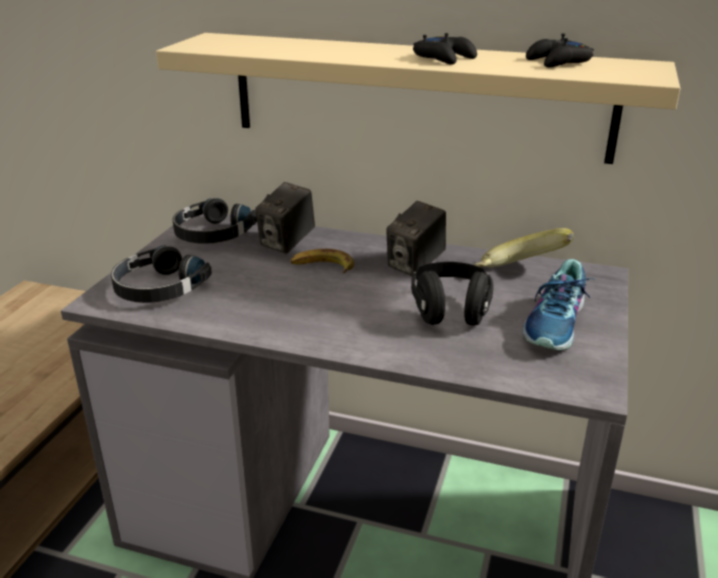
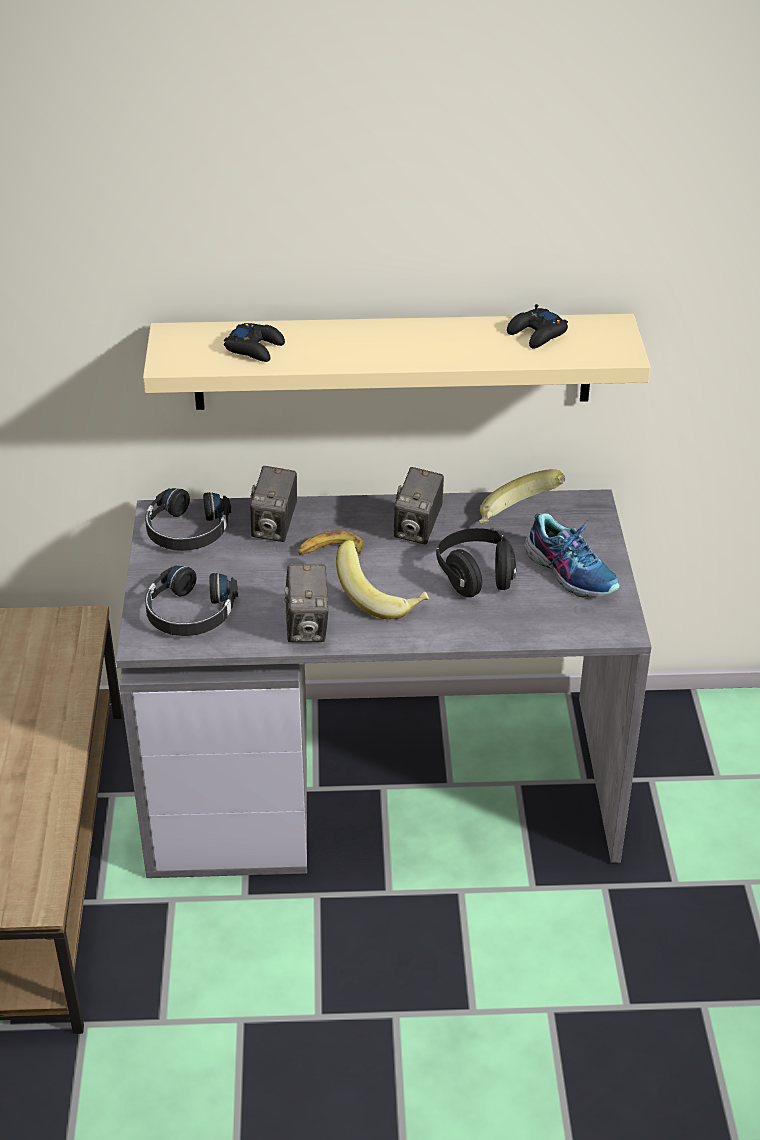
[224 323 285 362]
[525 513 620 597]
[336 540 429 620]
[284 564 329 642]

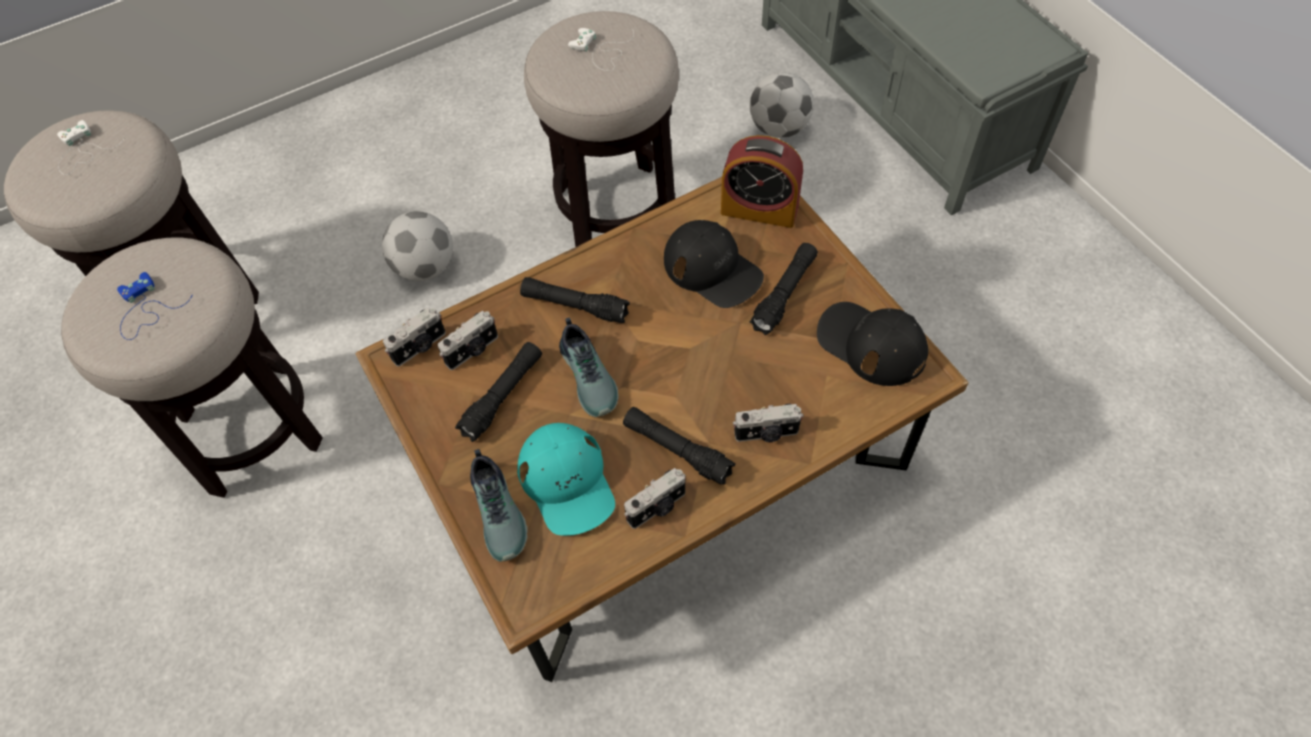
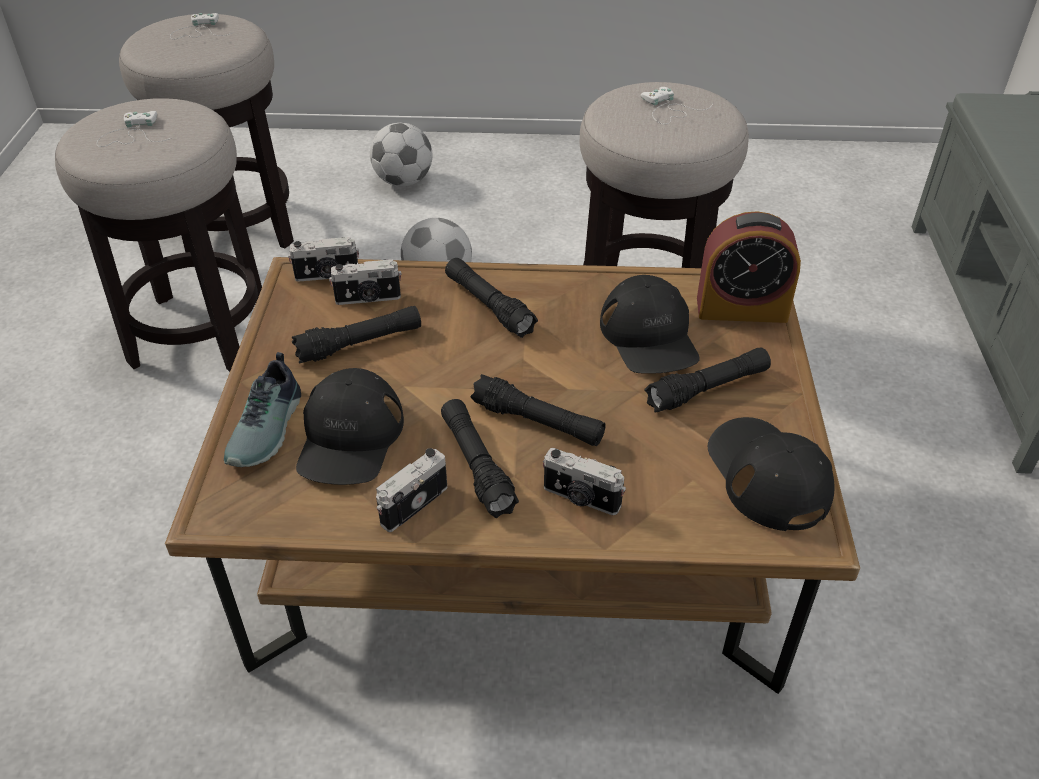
[370 122 432 187]
[697 212 801 323]
[97 111 171 147]
[559 318 619 417] (first image)
[296 368 404 485]
[376 448 447 532]
[470 374 606 446]

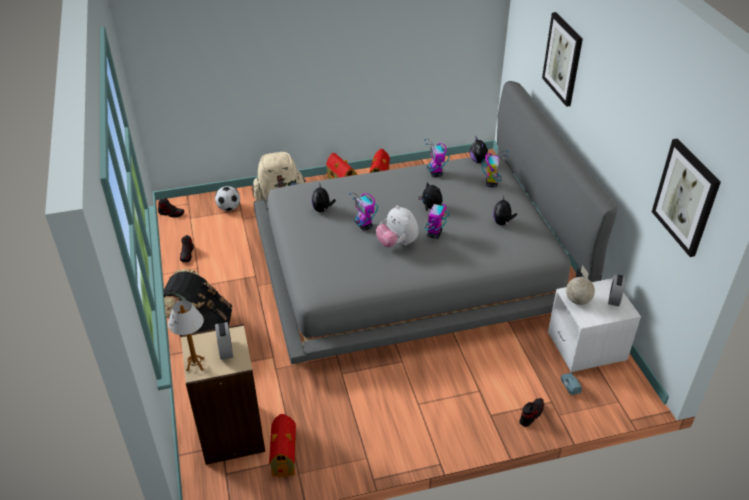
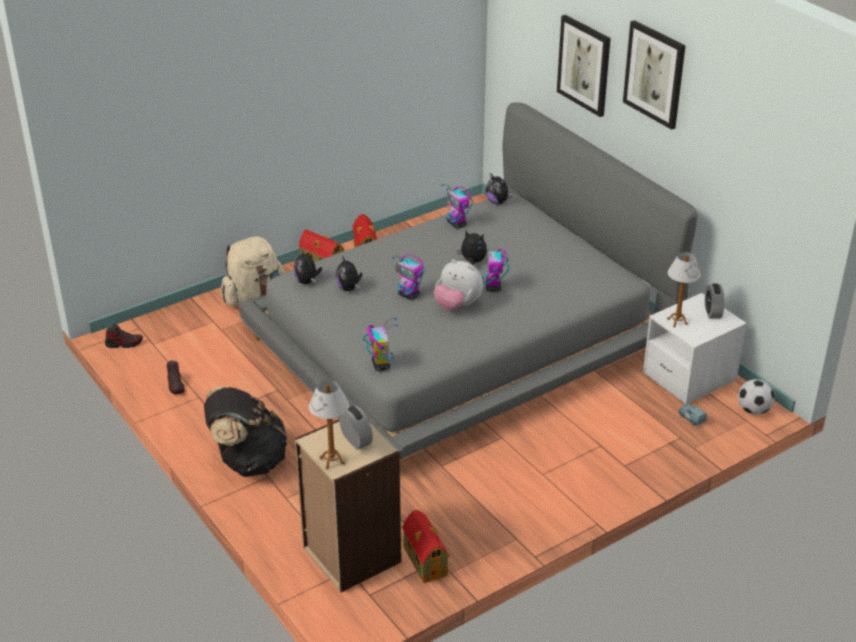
[623 20 685 130]
[363 317 398 371]
[738 379 774 415]
[294 248 322 284]
[667 252 701 327]
[519 398 544 427] (first image)

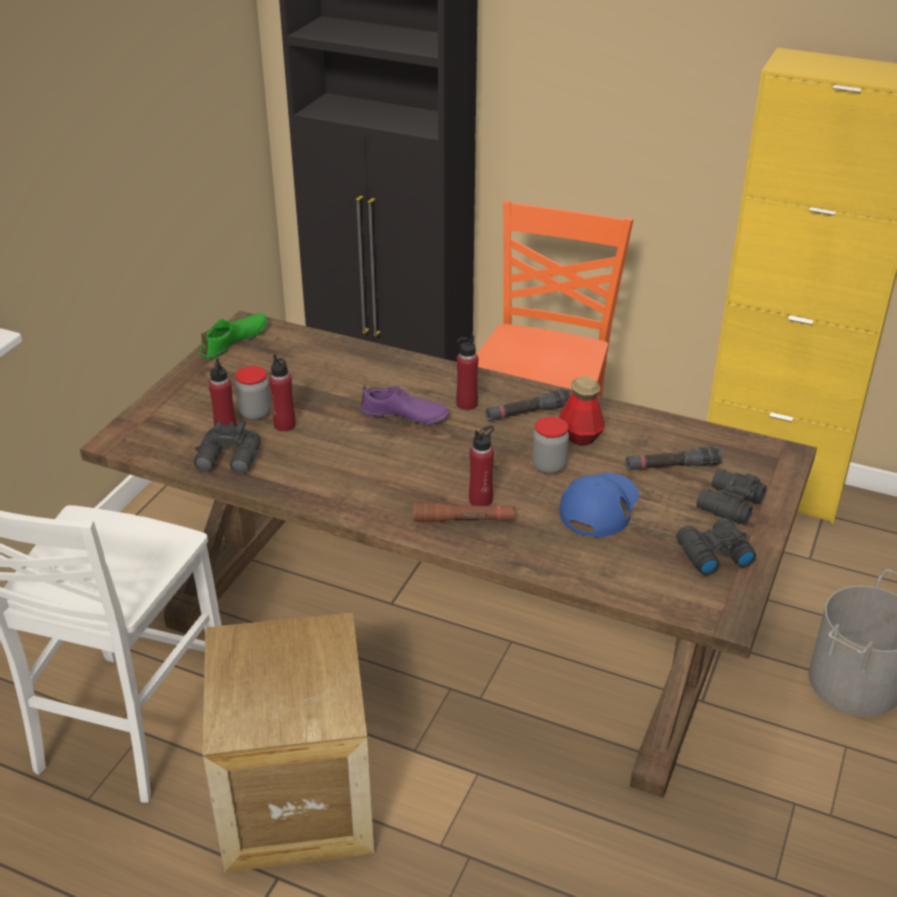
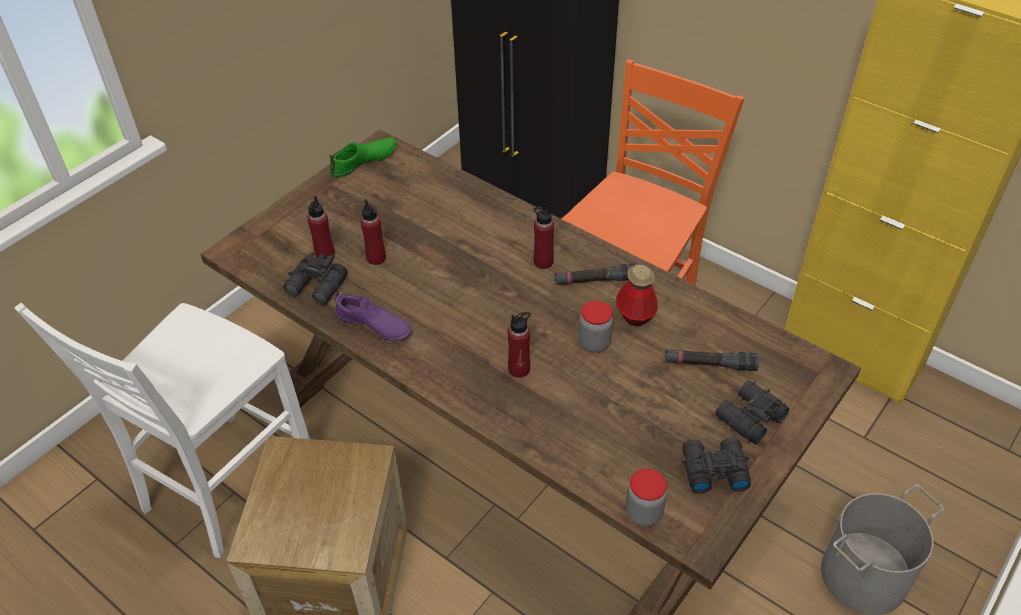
[626 469 667 527]
[335 291 412 341]
[559 473 639 537] (first image)
[414 502 515 522] (first image)

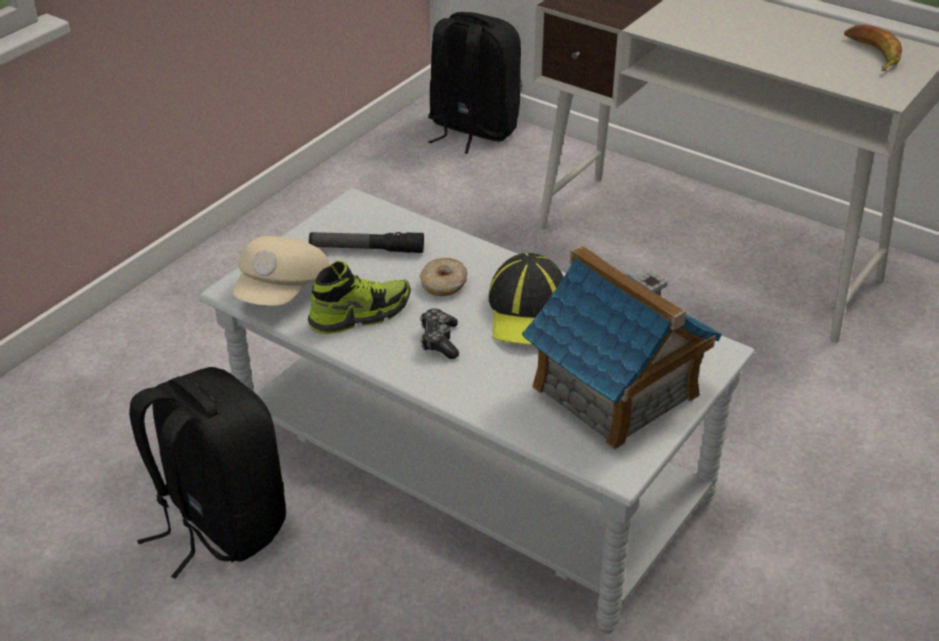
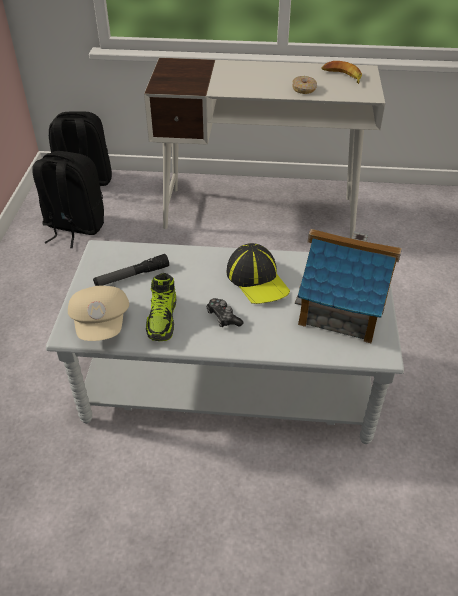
[292 76 317 94]
[146 273 176 341]
[32 151 104 248]

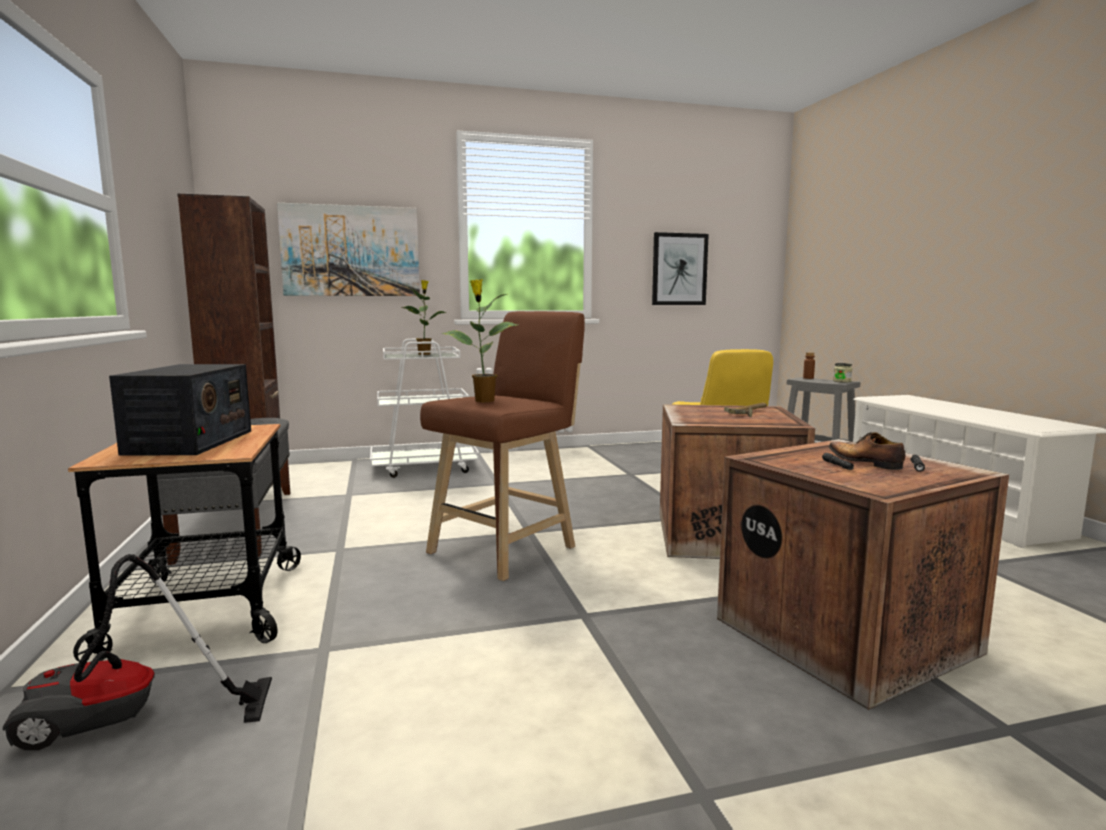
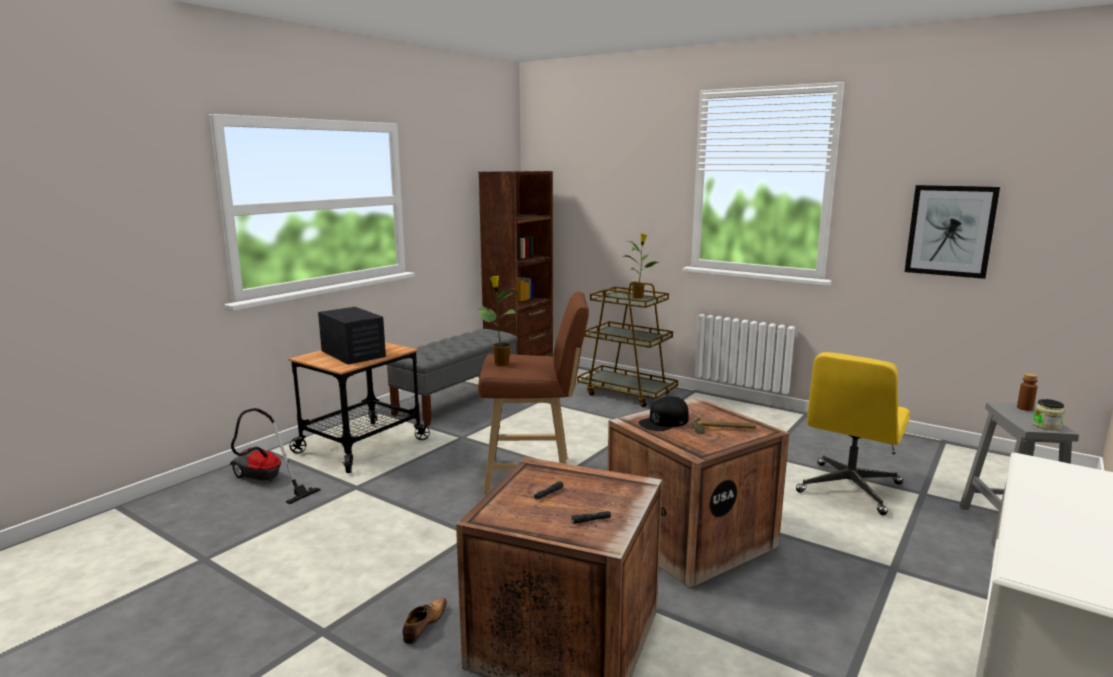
[277 203 420 296] (first image)
[577 281 678 407]
[318 307 386 365]
[402 597 447 644]
[638 397 689 431]

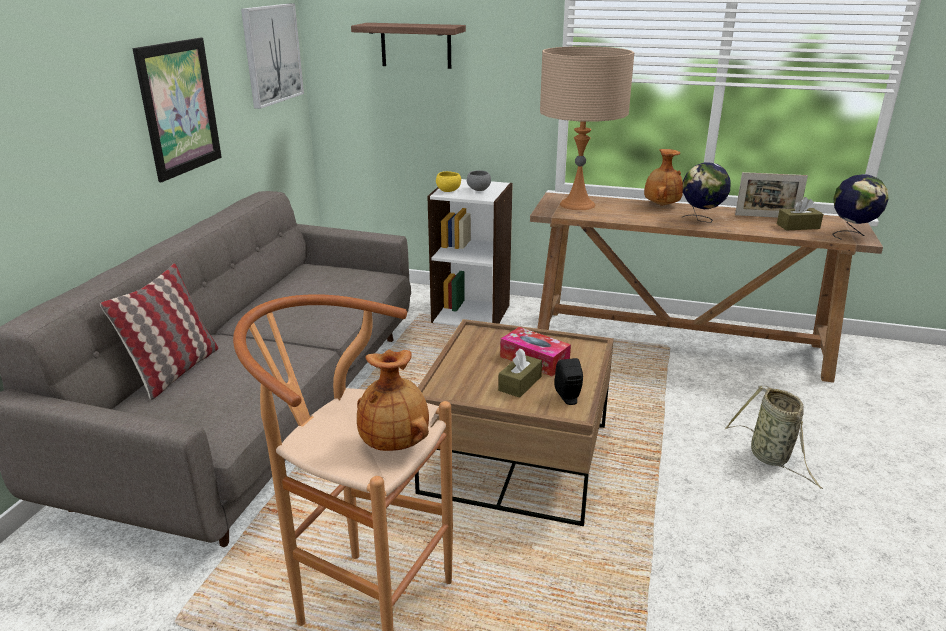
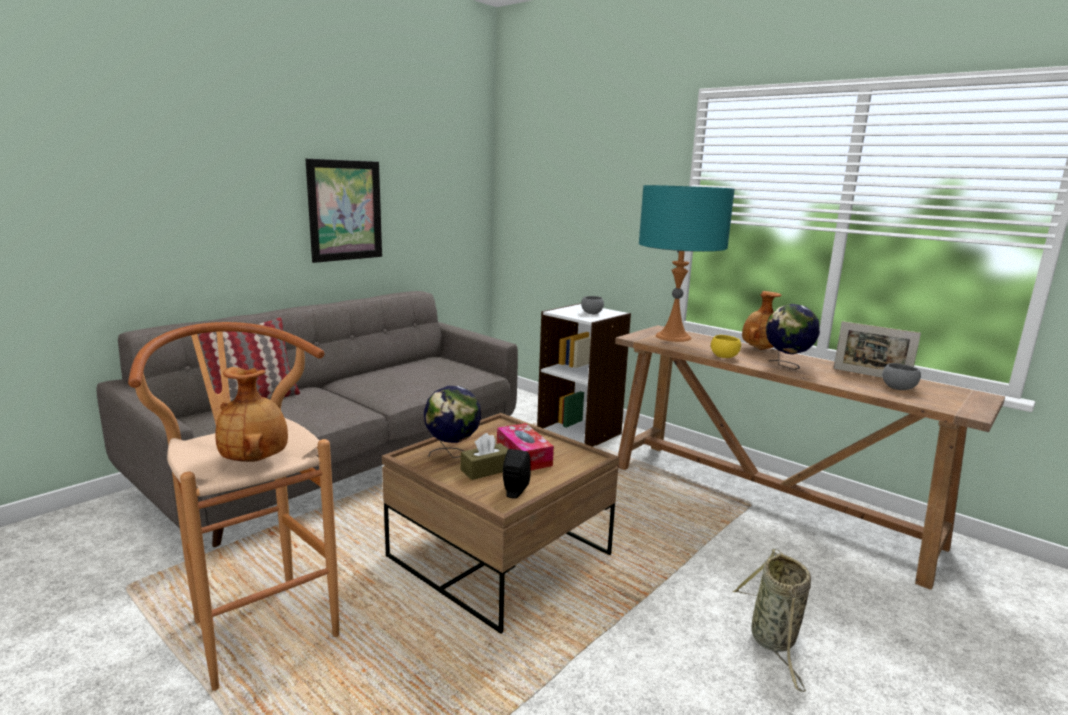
[241 3 304 109] (first image)
[351 23 466 69] (first image)
[639 185 735 342]
[711 335 741 358]
[424 386 481 458]
[882 363 921 390]

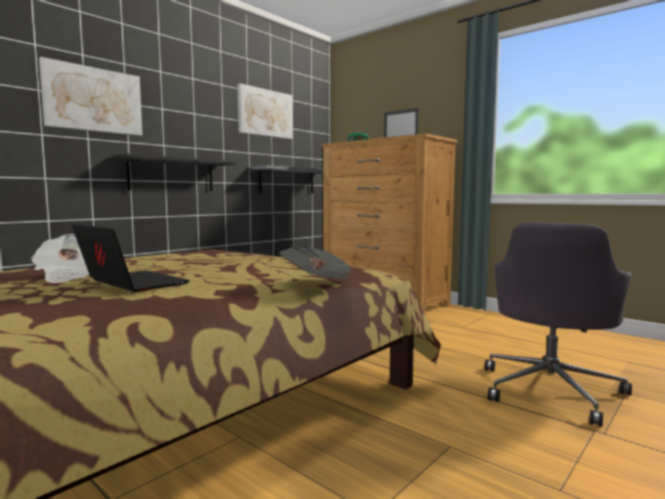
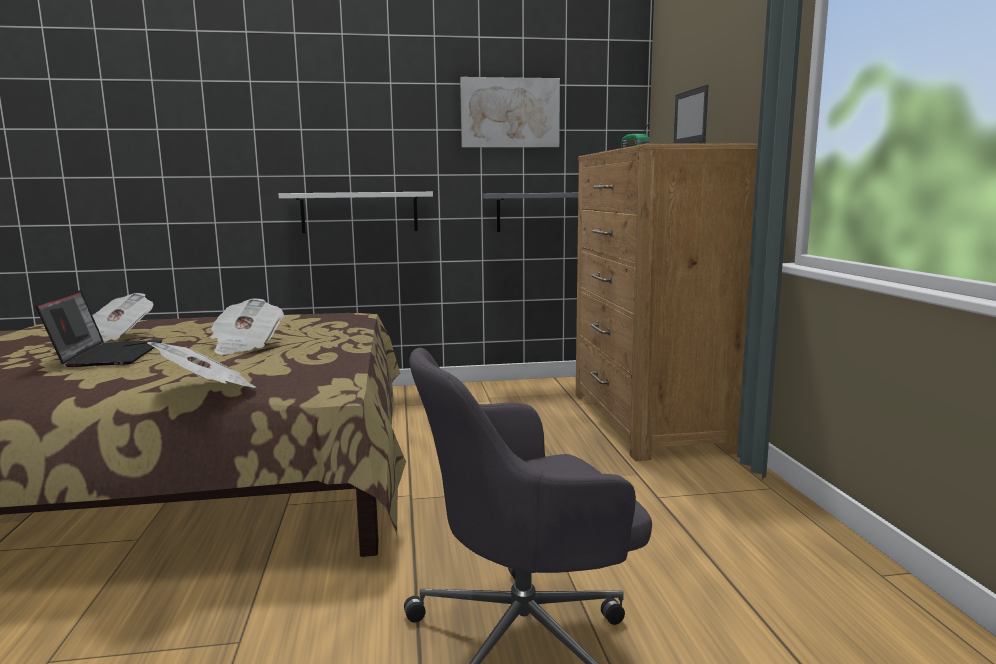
[39 57 143 136] (first image)
[278 192 433 233]
[210 298 284 355]

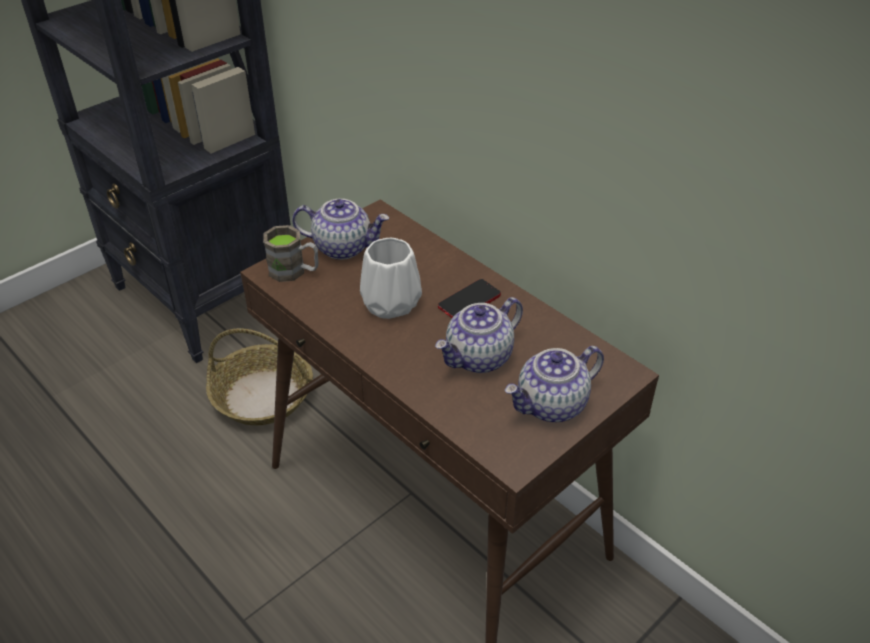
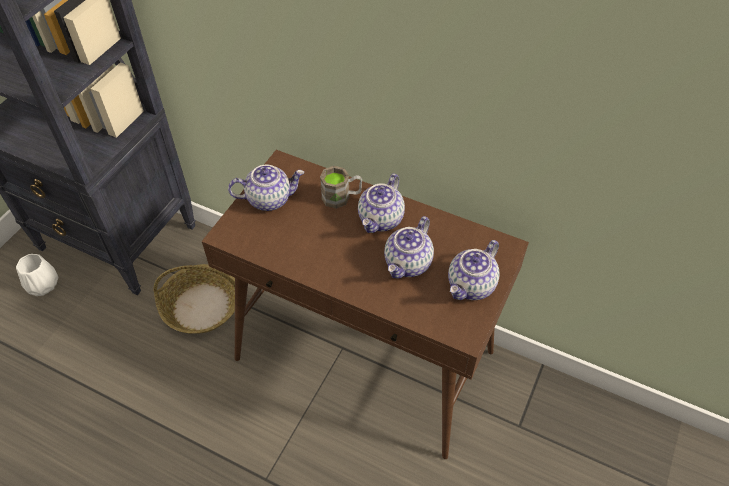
[320 166 362 209]
[16 254 58 296]
[358 173 405 233]

